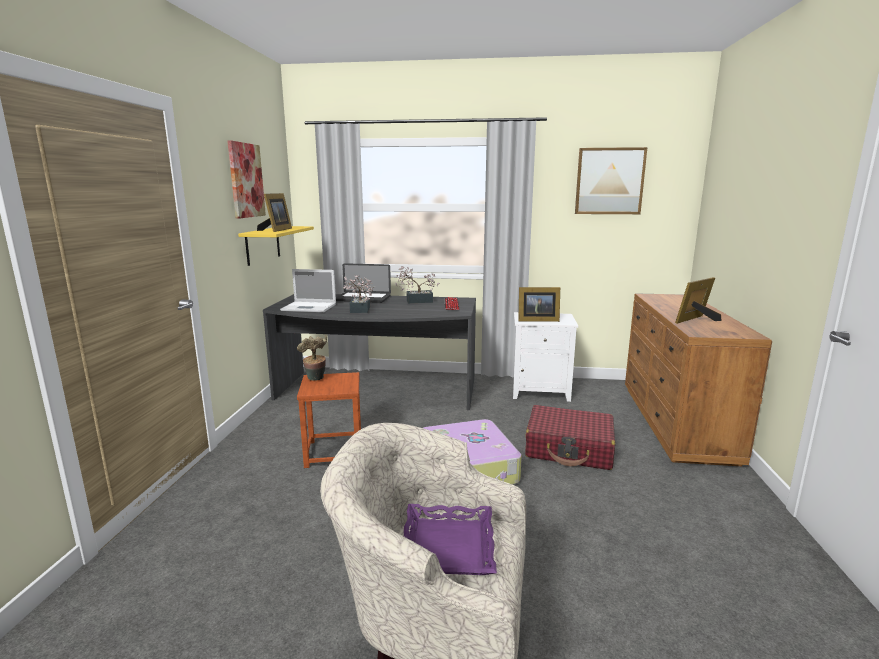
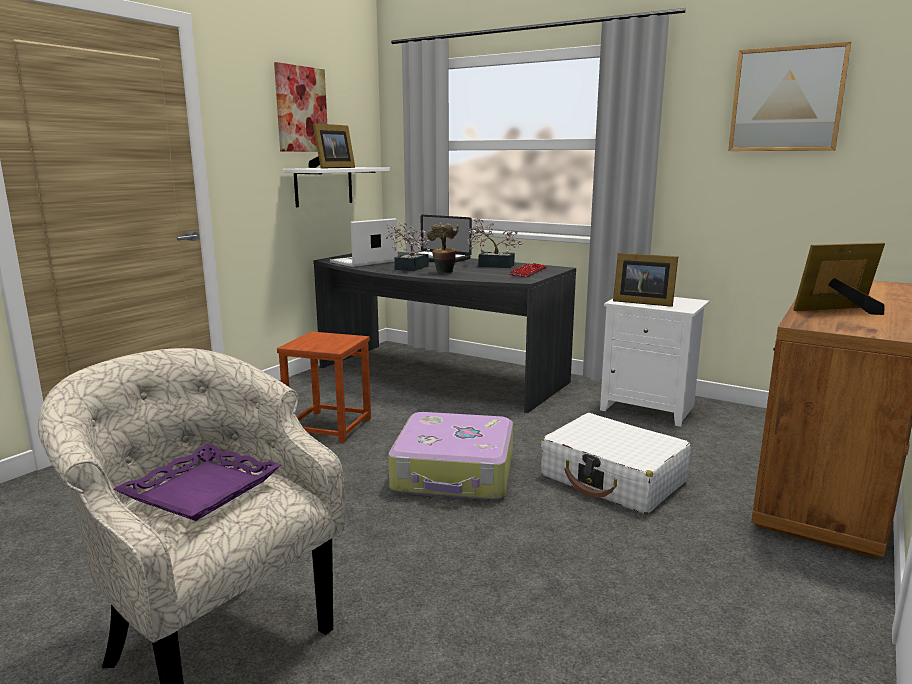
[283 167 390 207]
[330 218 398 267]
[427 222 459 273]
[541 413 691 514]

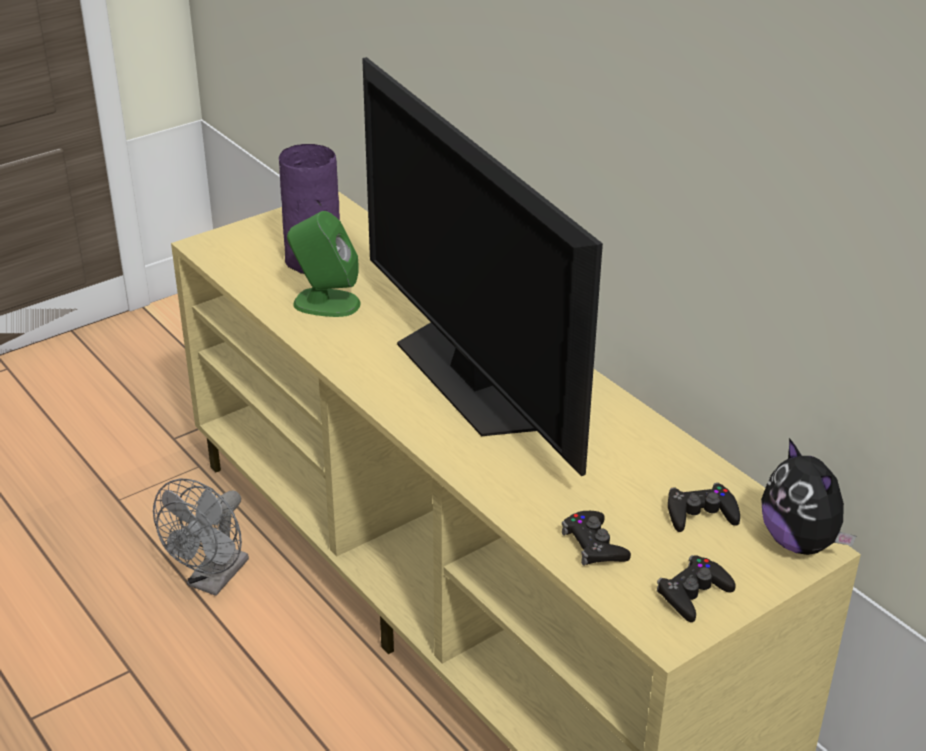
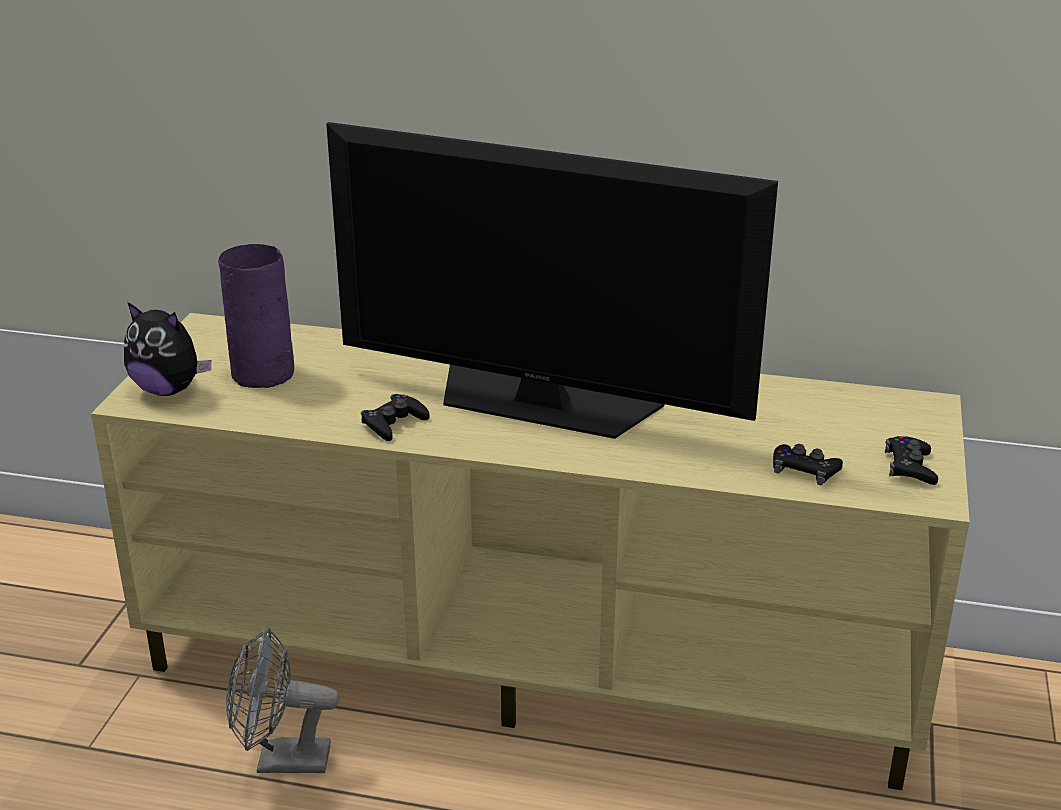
[287 211 361 317] (first image)
[124 302 211 396]
[226 628 339 773]
[361 394 430 441]

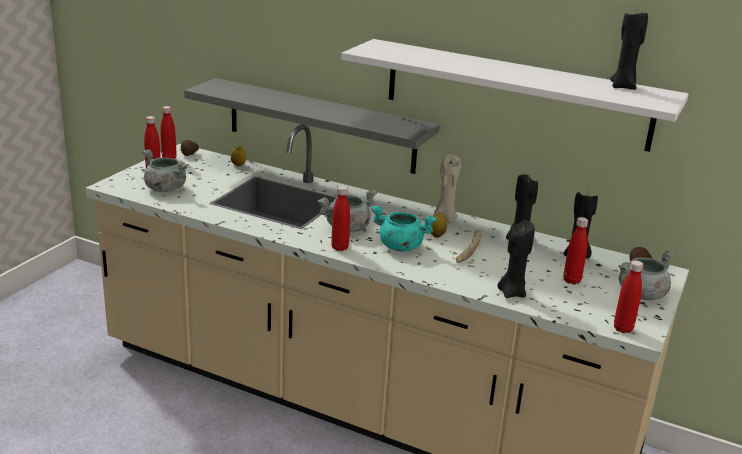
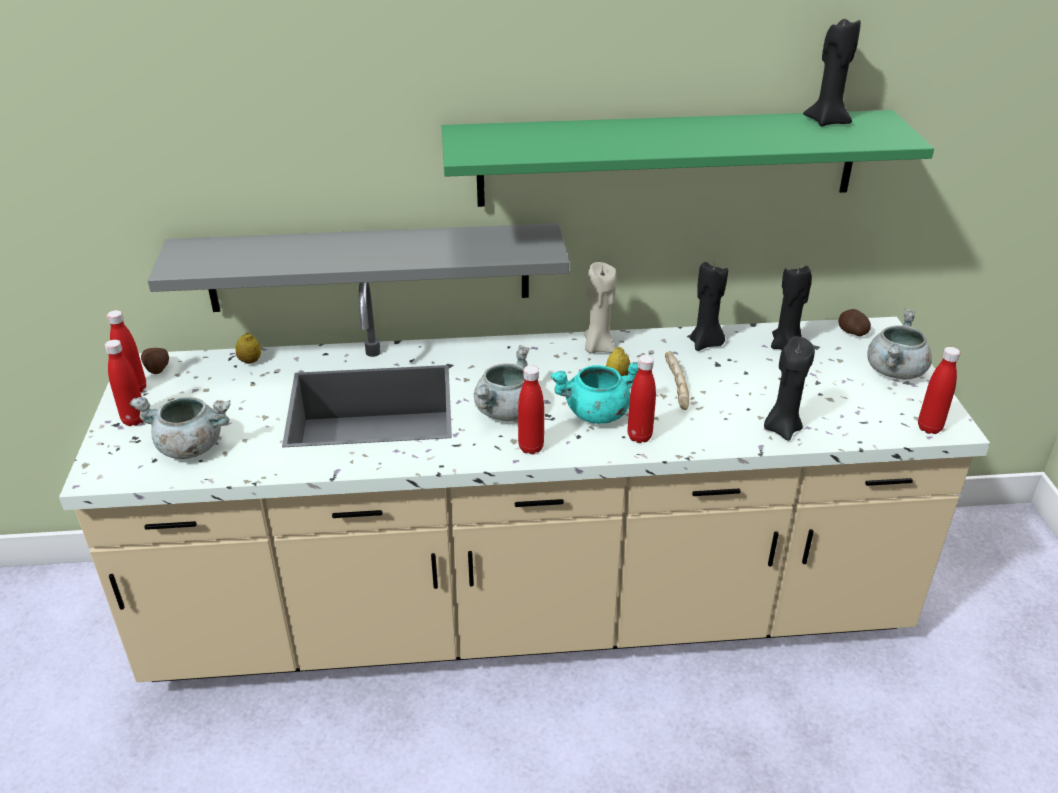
[442 110 934 207]
[628 355 656 443]

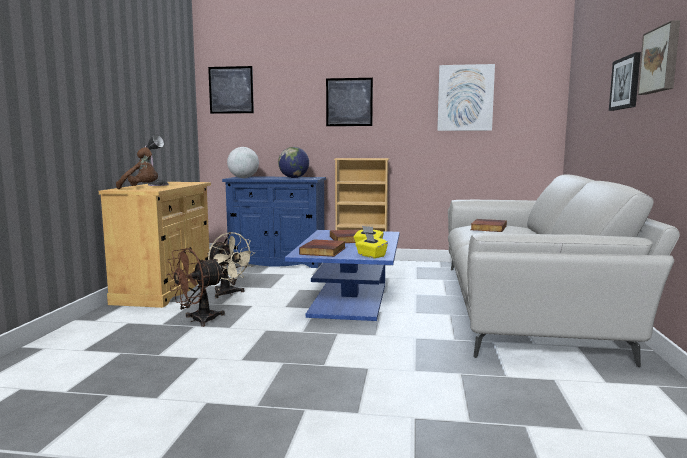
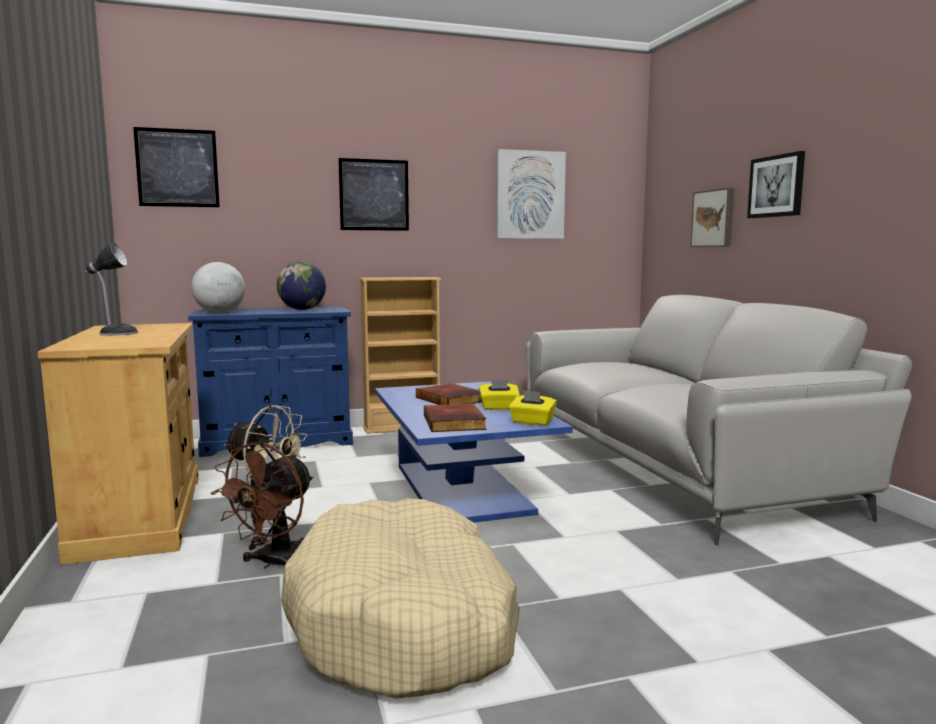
[691 188 734 247]
[116 147 158 189] (first image)
[471 219 507 232] (first image)
[281 498 520 699]

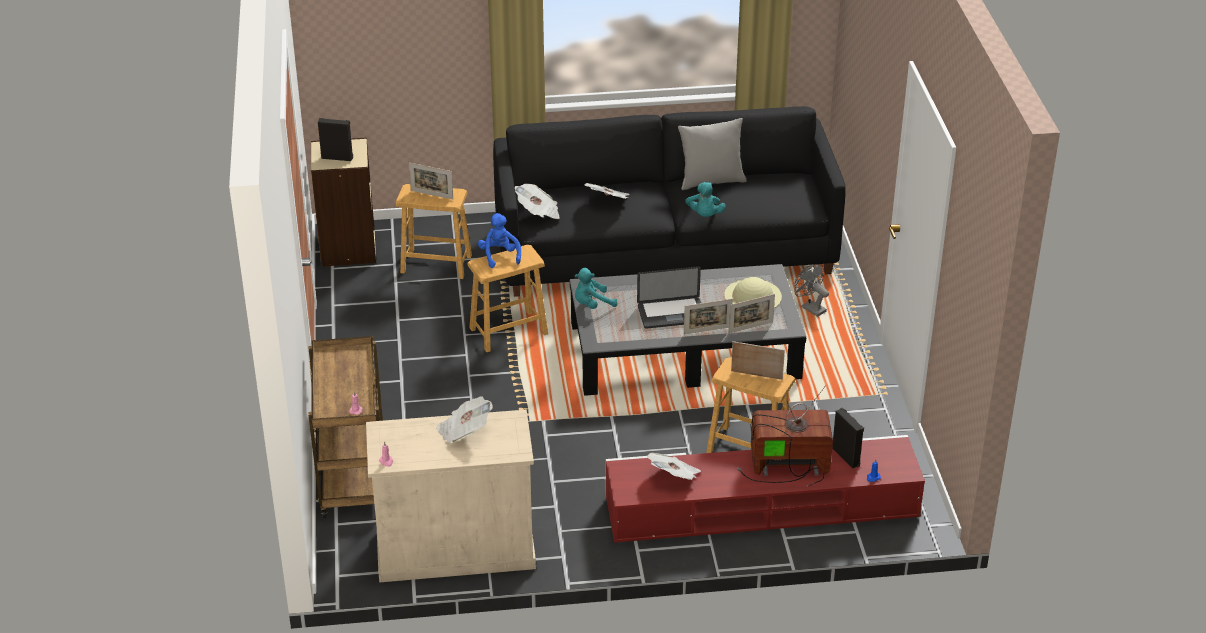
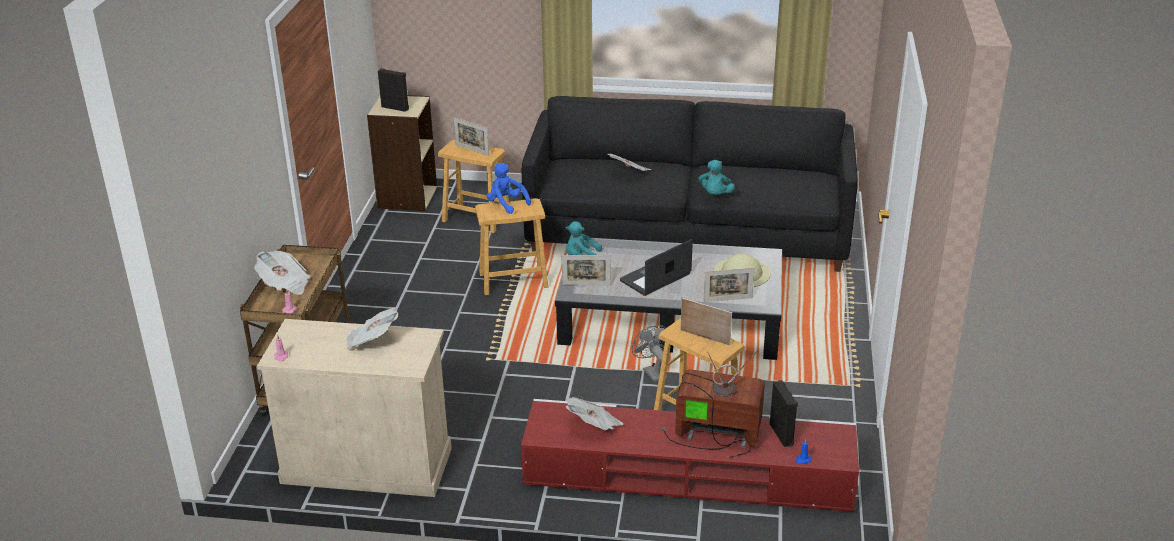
[678 118 747 190] (first image)
[254 251 310 295]
[487 163 531 214]
[632 325 667 382]
[620 239 693 296]
[561 255 611 285]

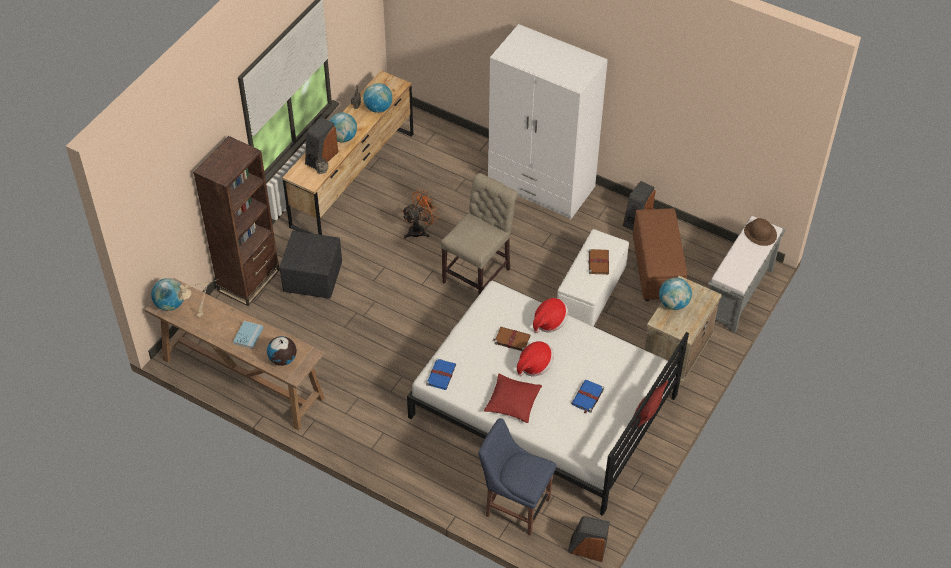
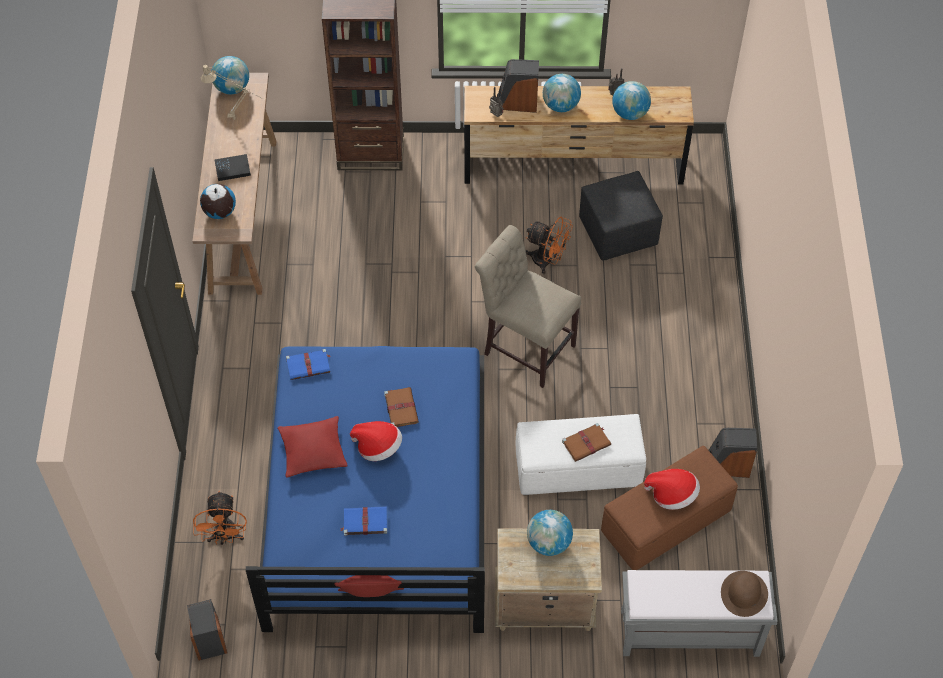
[488 24 608 220] (first image)
[475 225 581 388]
[579 171 663 261]
[246 346 485 633]
[644 469 700 510]
[215 154 251 181]
[193 491 247 545]

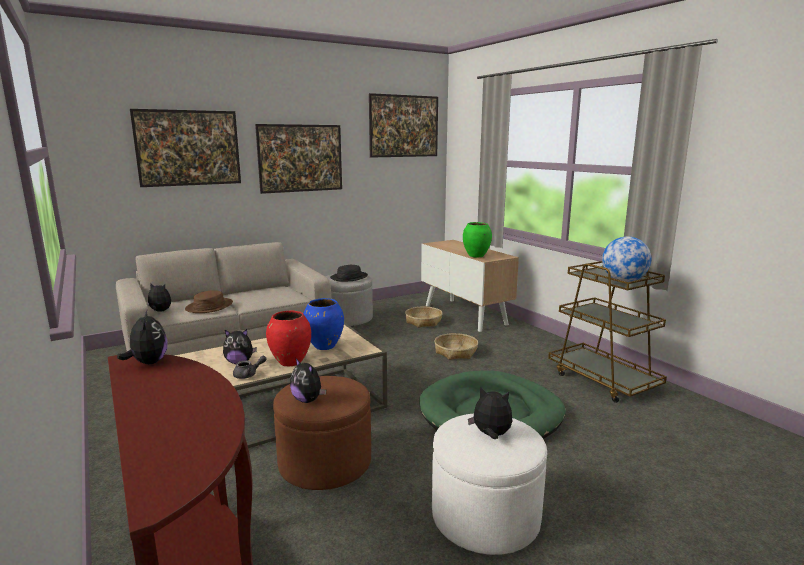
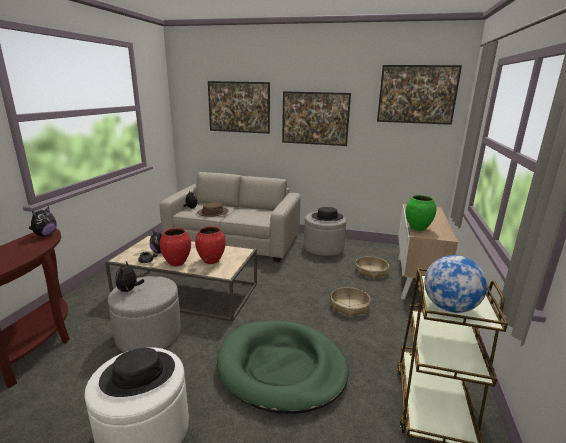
[195 226 225 264]
[108 276 181 352]
[99 348 175 397]

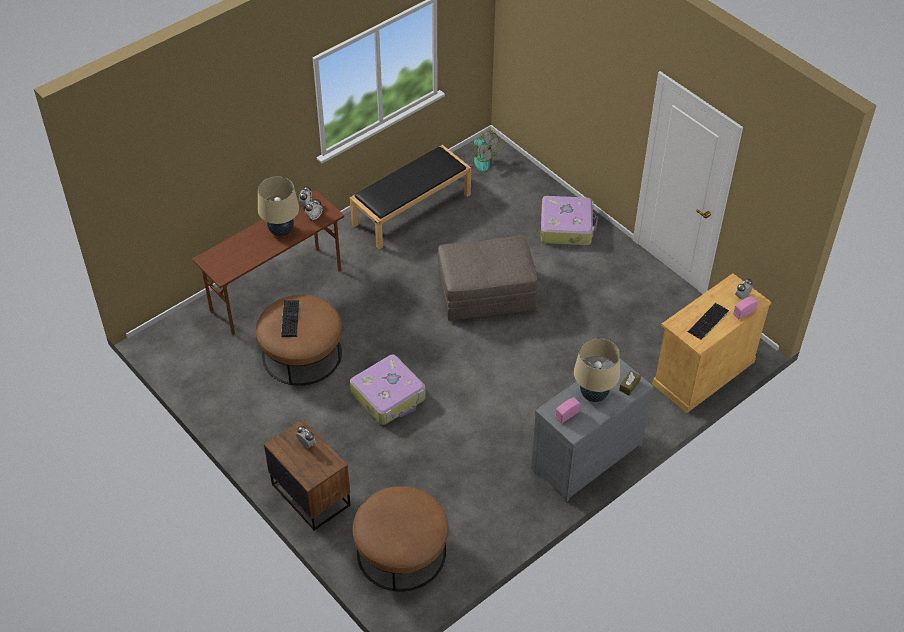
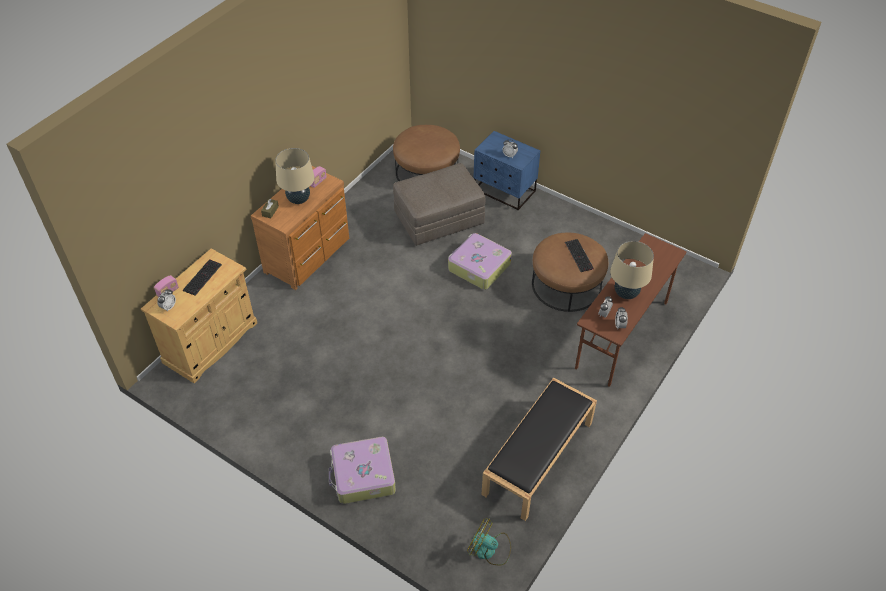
[393 163 486 246]
[251 166 349 290]
[473 131 540 211]

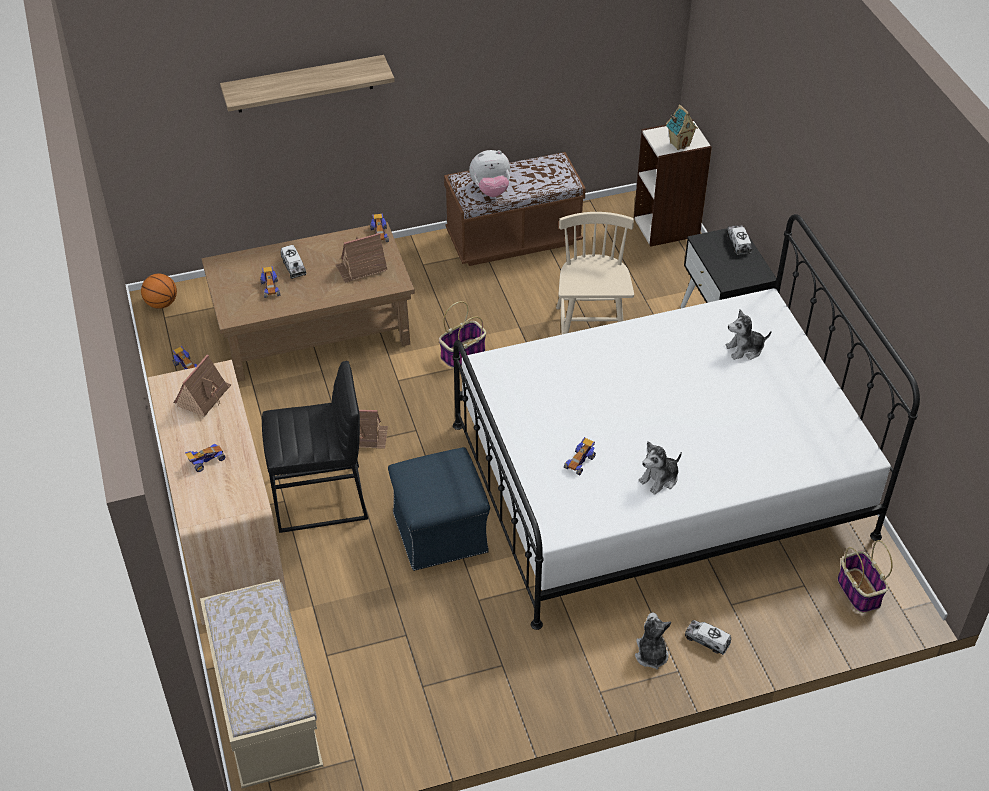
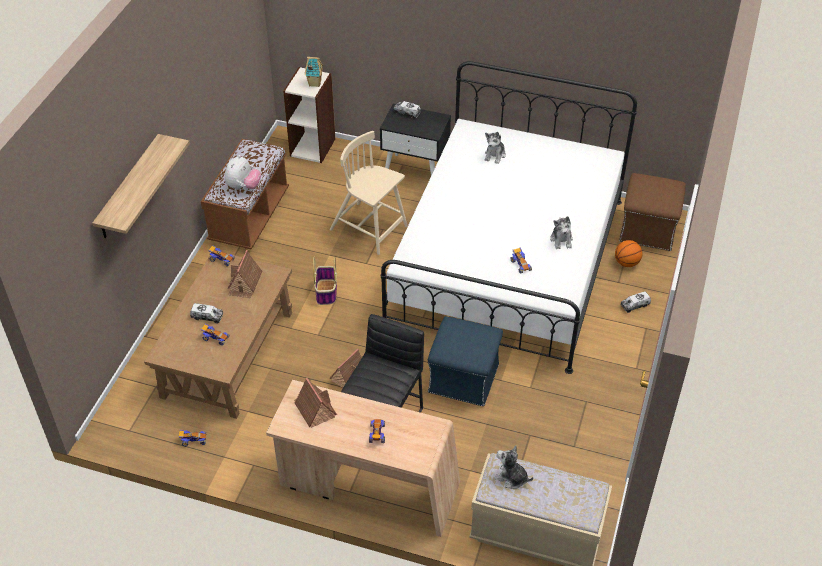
[615 240 642 267]
[619 173 686 251]
[494 446 533 489]

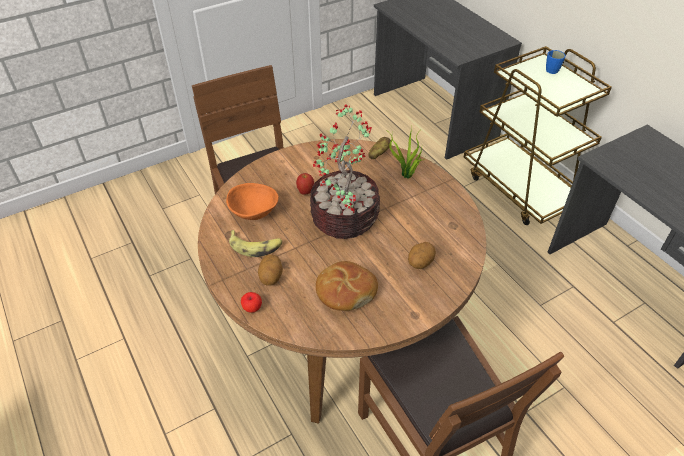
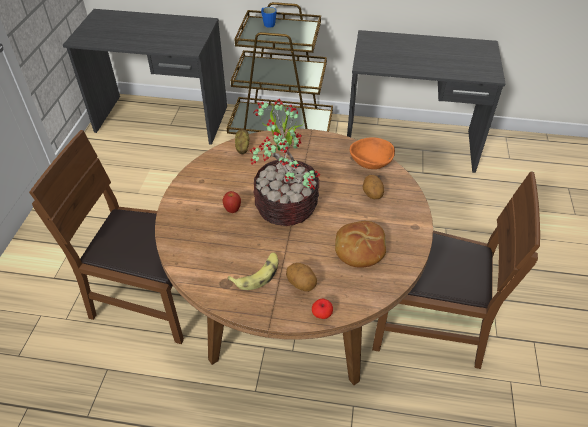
[349 137 395 169]

